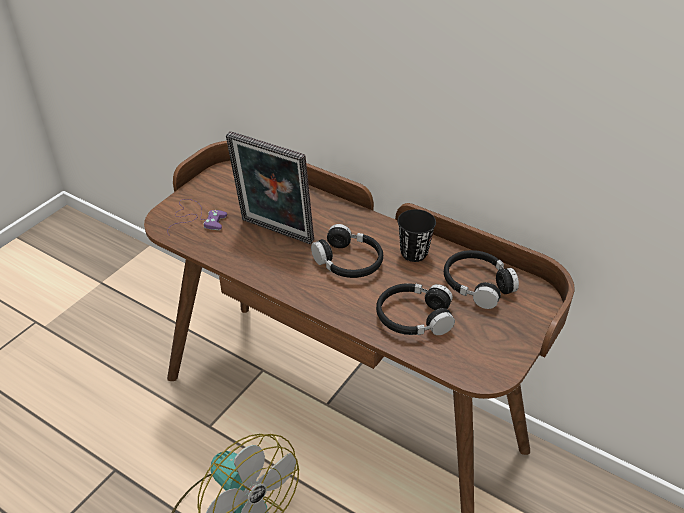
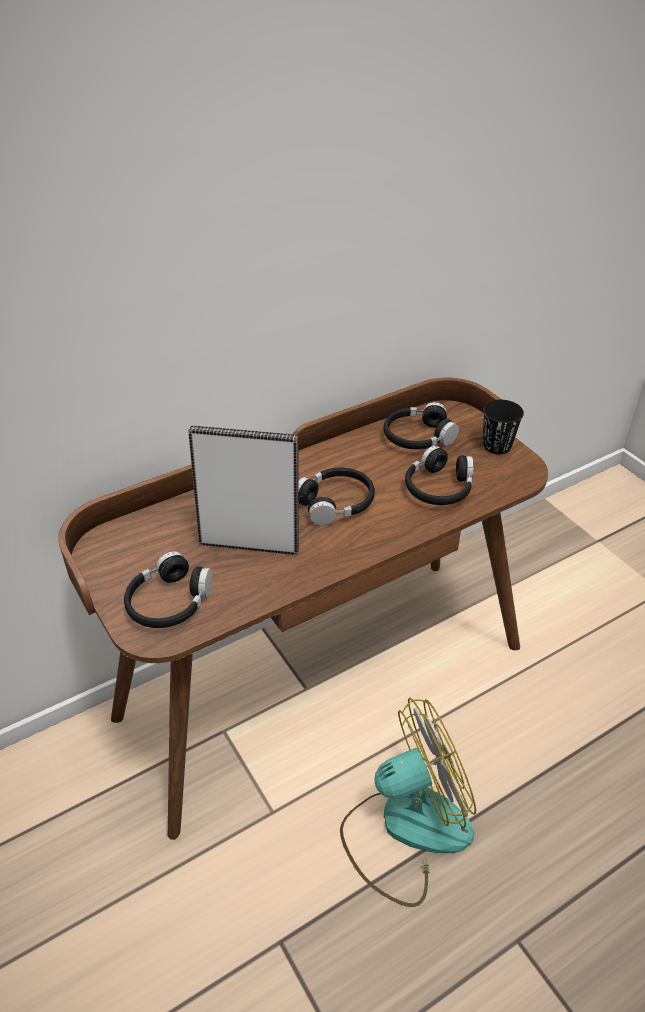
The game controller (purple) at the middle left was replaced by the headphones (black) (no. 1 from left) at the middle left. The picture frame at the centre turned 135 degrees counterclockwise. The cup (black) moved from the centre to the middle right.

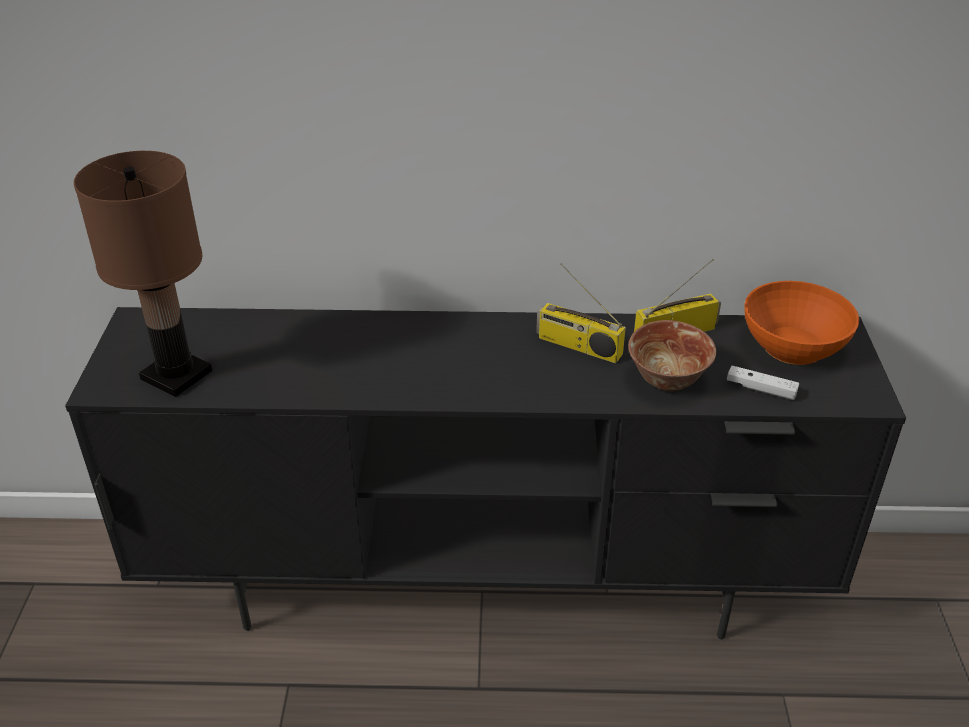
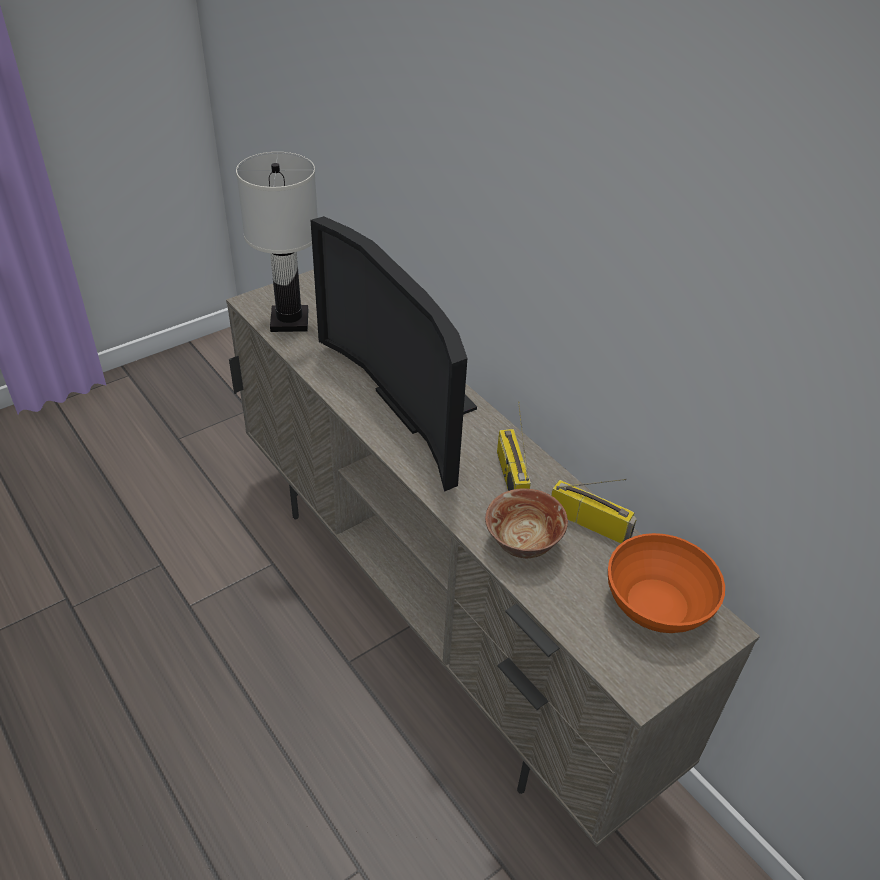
The tv stand (black) at the centre became the tv stand (beige) at the centre. The table lamp (brown) at the middle left became the table lamp (white) at the top left. The television at the centre appeared. The game controller (white) at the middle right disappeared.

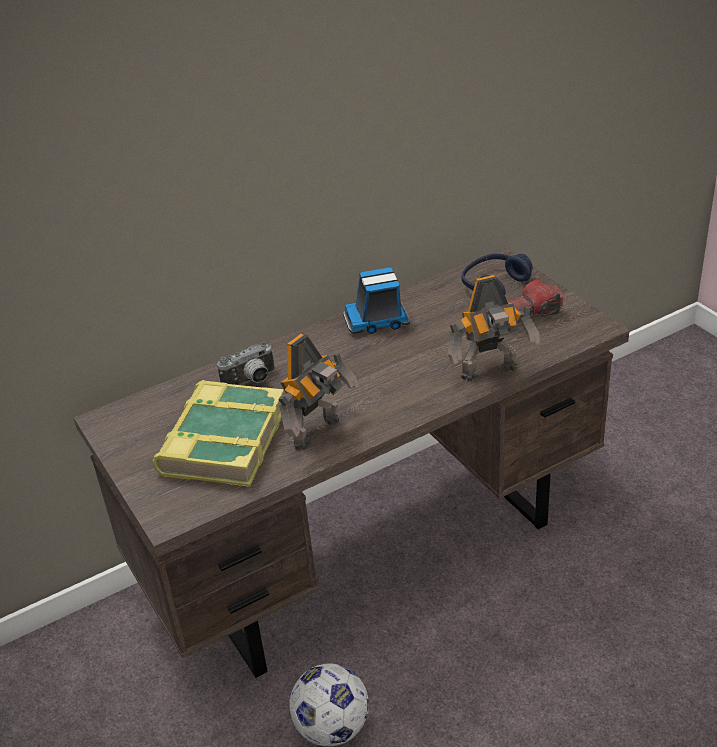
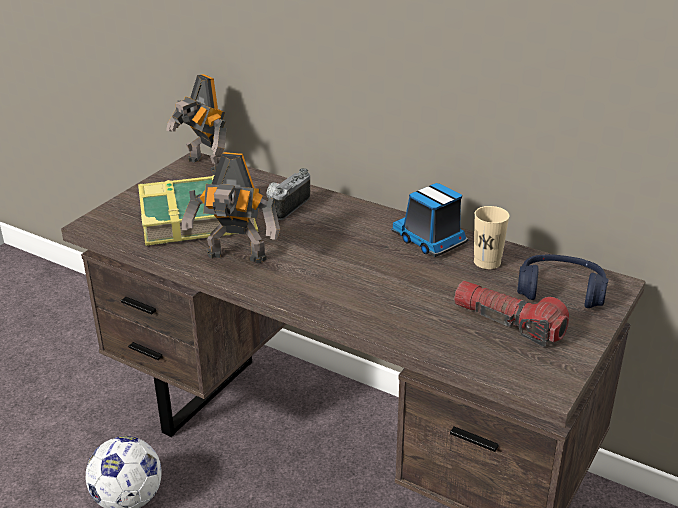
The toy robot (no. 2 from left in the first image) moved from the middle right to the top left. The photo camera at the centre turned 90 degrees clockwise. The cup (beige) at the middle right appeared.

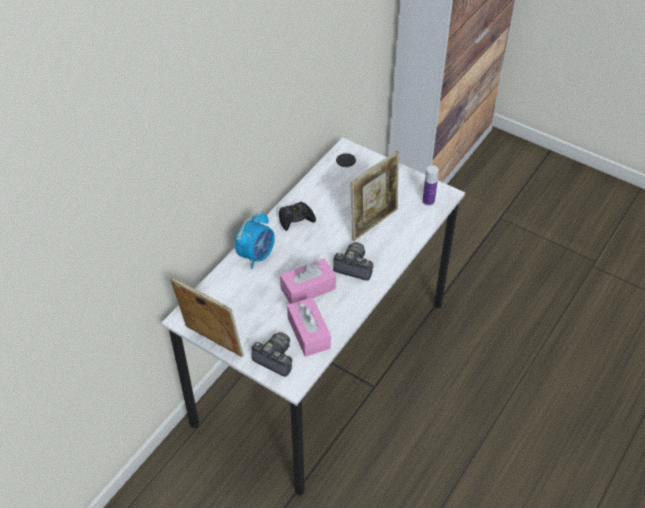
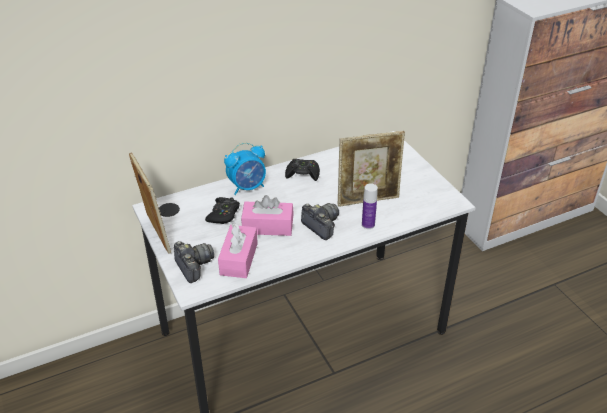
The game controller (black) (no. 1 from left) at the centre appeared. The bottle moved from the middle right to the centre.

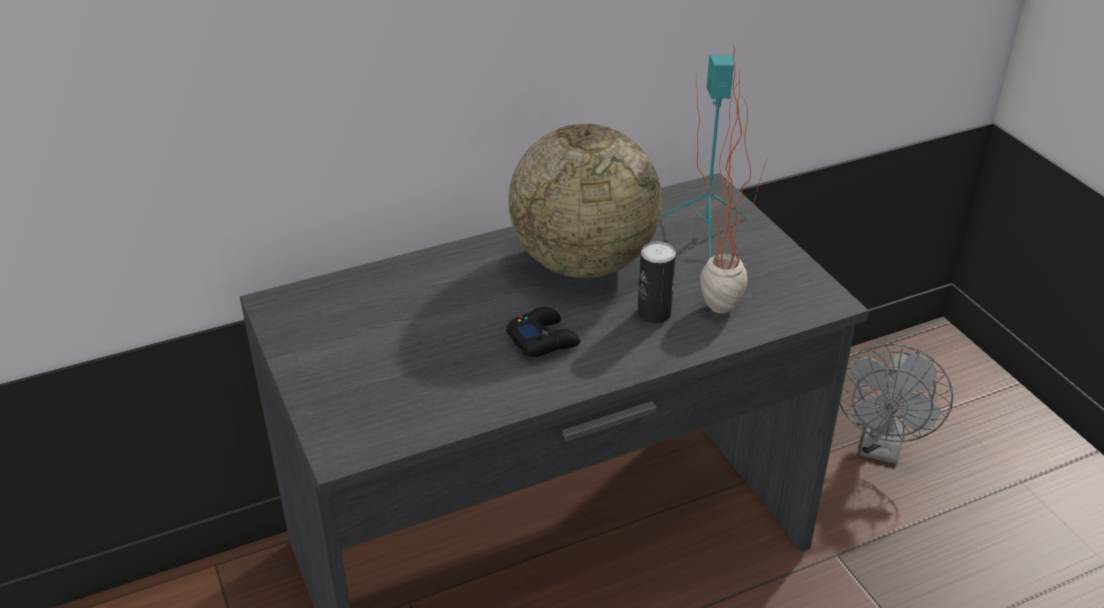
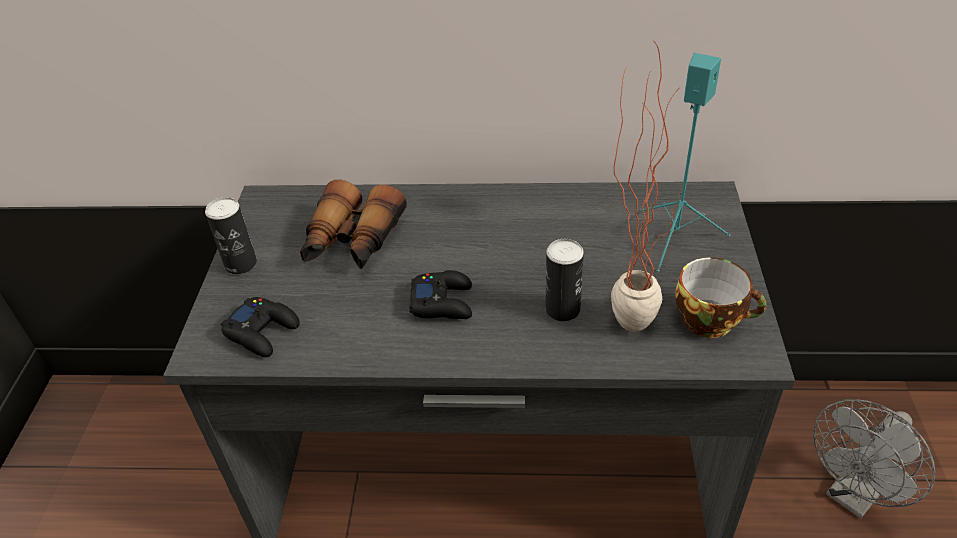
The can (no. 1 from left) at the middle left appeared. The game controller (black) (no. 1 from left) at the middle left appeared. The binoculars at the centre appeared. The cup at the middle right appeared. The globe at the top centre disappeared.

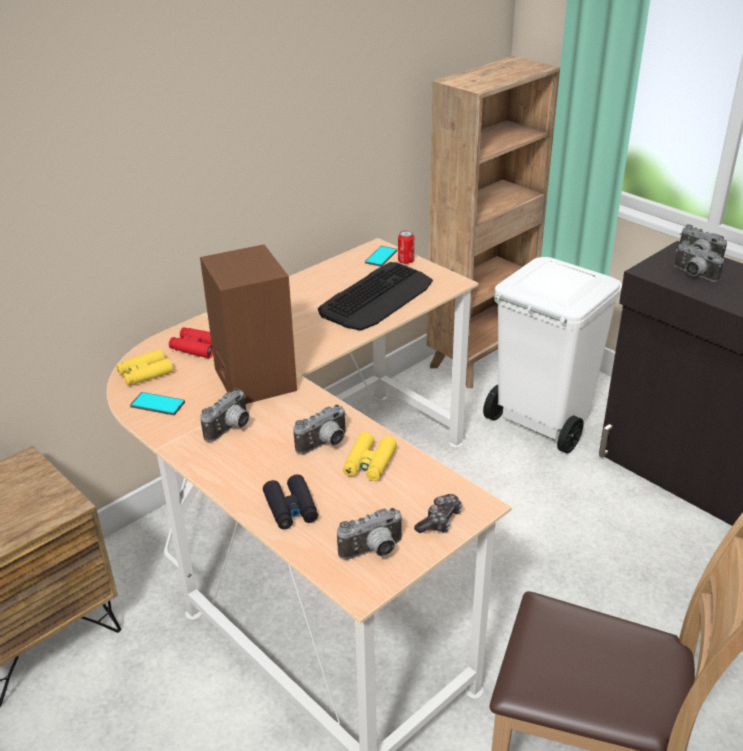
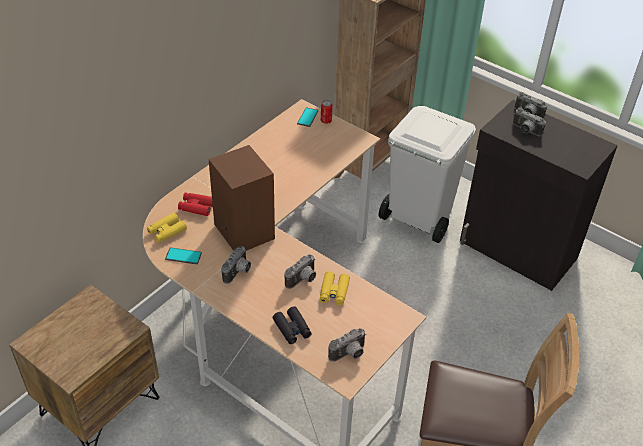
The keyboard at the centre disappeared. The game controller at the bottom centre disappeared.

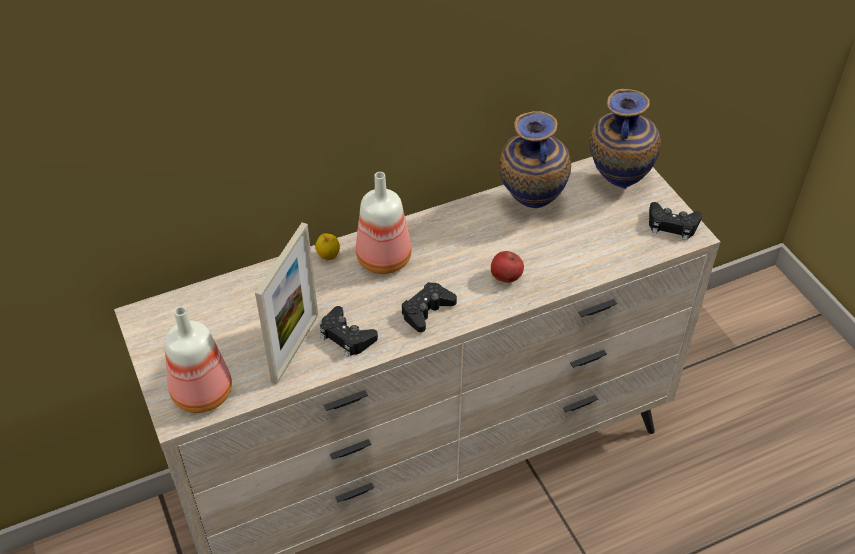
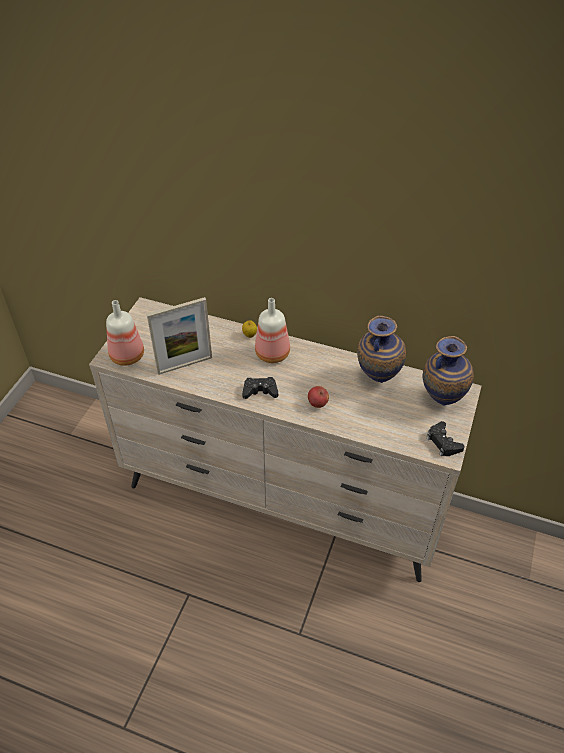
The game controller (black) (no. 1 from left) at the centre disappeared.

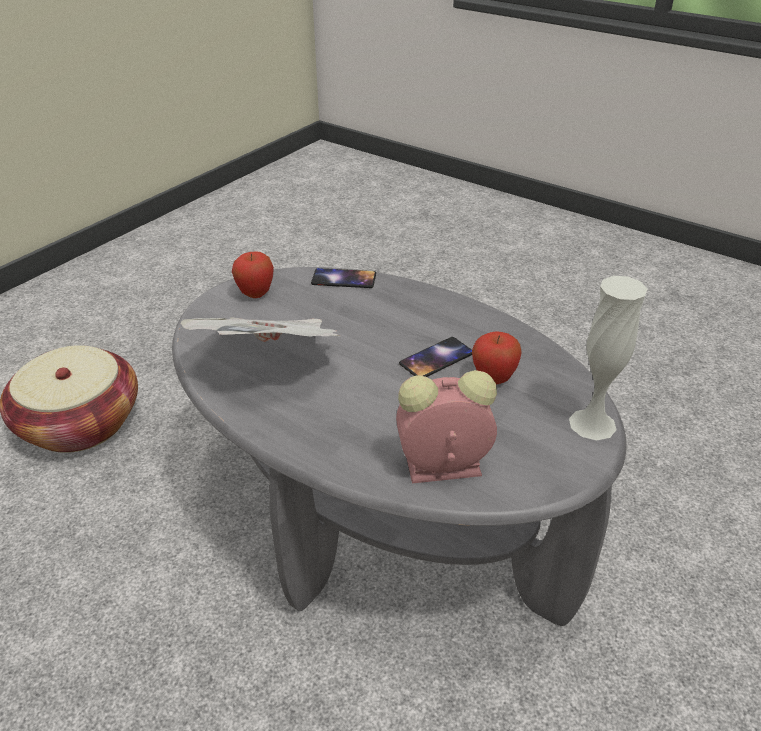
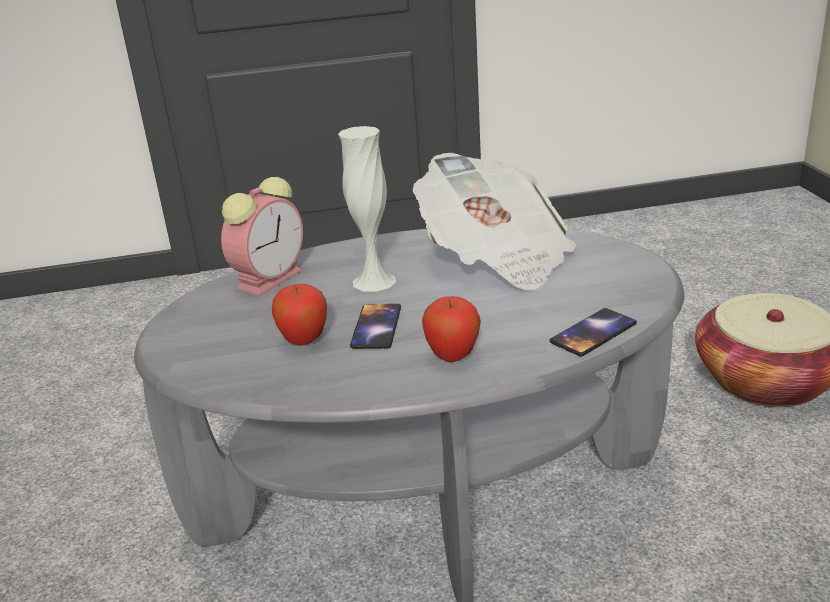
The vase (white) moved from the middle right to the centre. The apple (no. 1 from left in the first image) moved from the middle left to the centre.

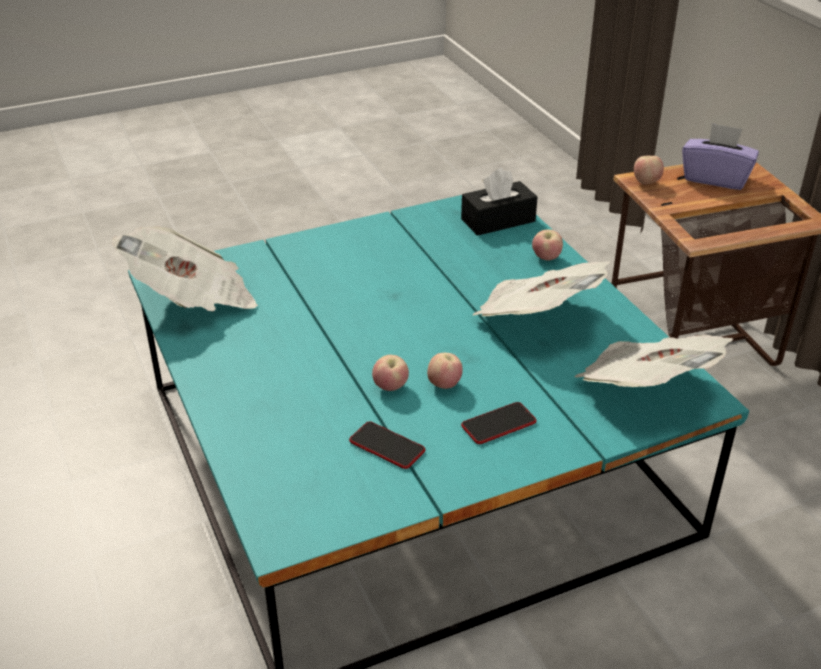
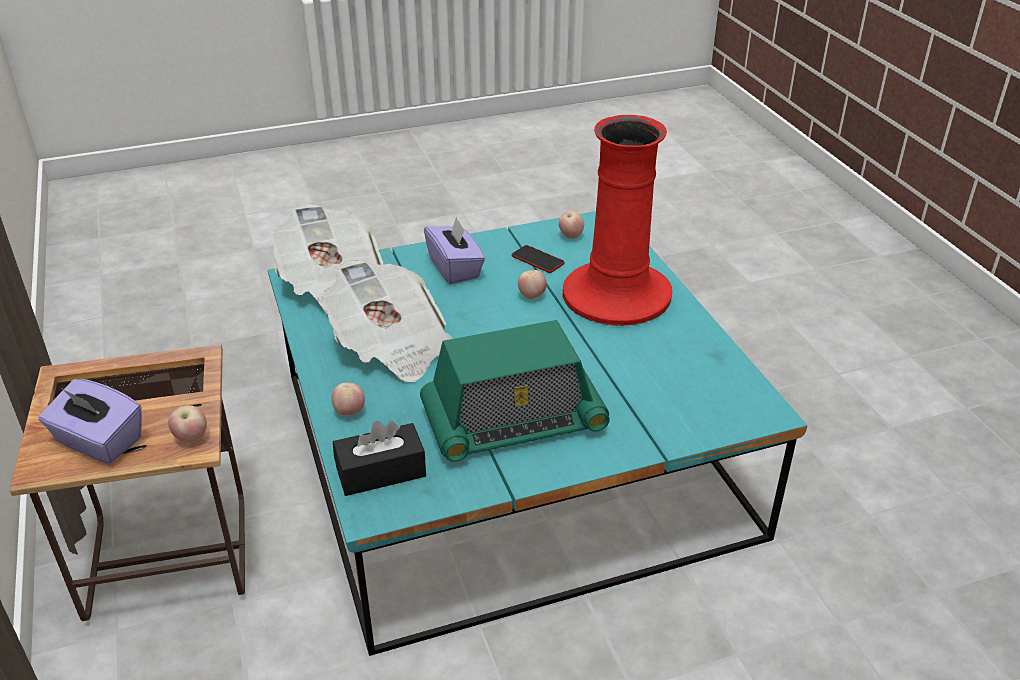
The radio at the centre appeared. The phone (no. 2 from left) at the centre was replaced by the tissue box (purple) (no. 2 from left) at the centre. The apple (no. 2 from left in the first image) moved from the centre to the top centre. The vase (red) at the top centre appeared. The newspaper (no. 1 from left) at the middle left disappeared.

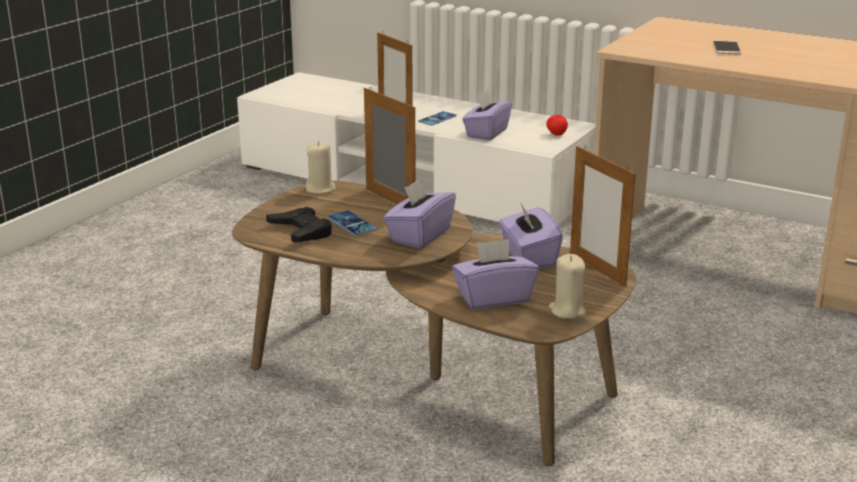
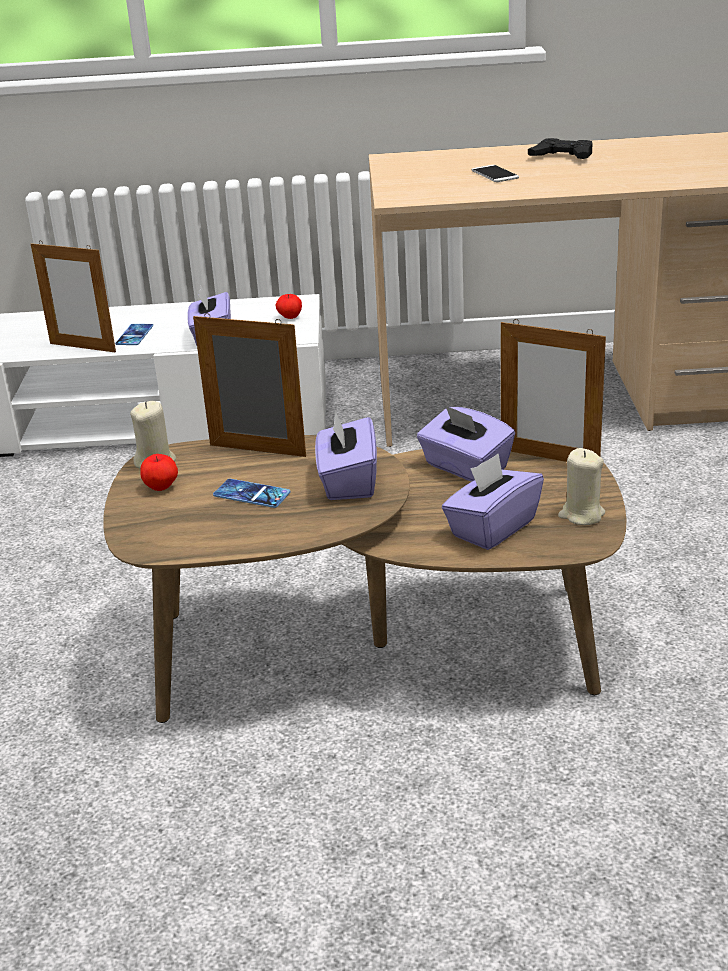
The apple (no. 1 from left) at the middle left appeared. The game controller (black) moved from the centre to the top right.

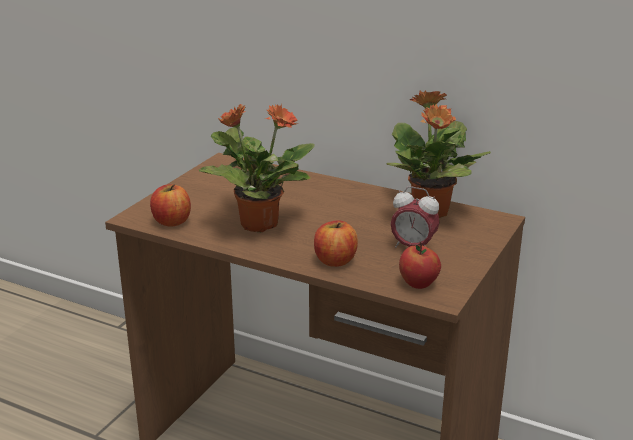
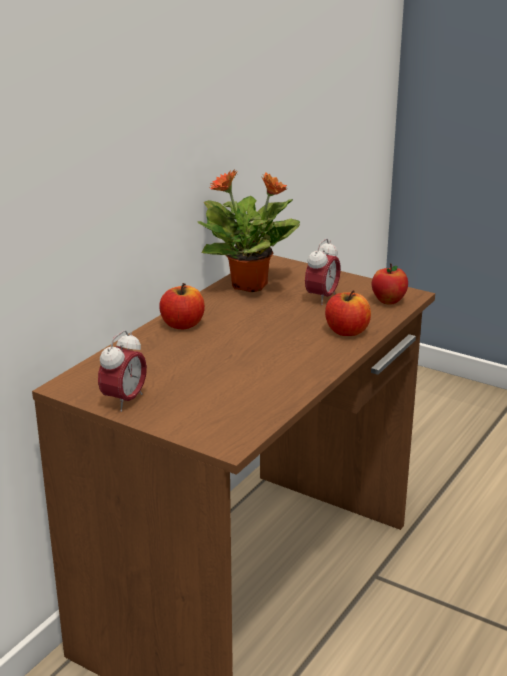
The alarm clock (no. 1 from left) at the middle left appeared. The apple (no. 1 from left) moved from the middle left to the centre. The potted plant (no. 1 from left) at the centre disappeared.

